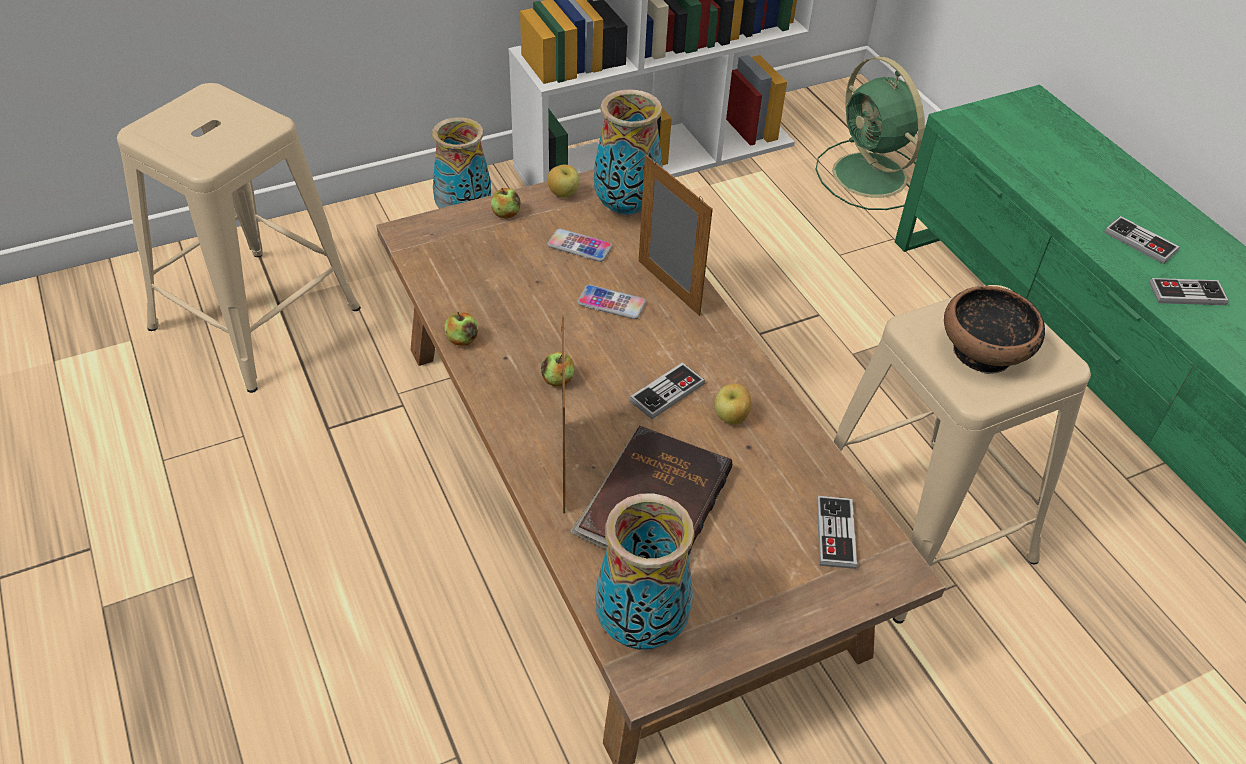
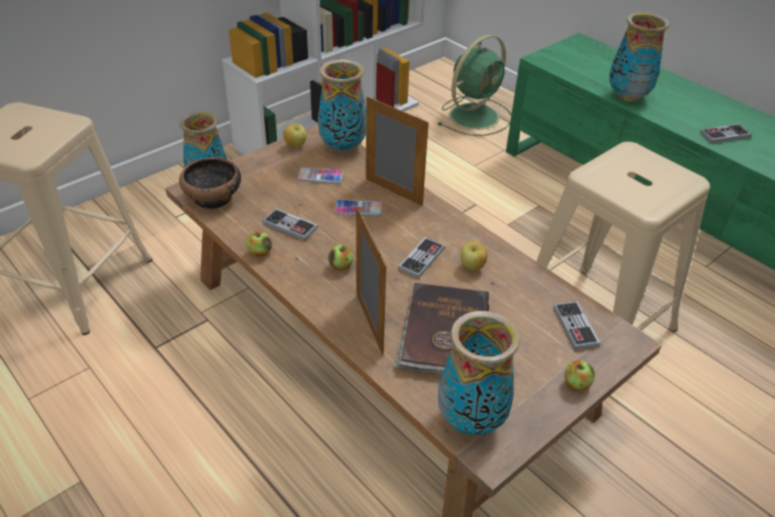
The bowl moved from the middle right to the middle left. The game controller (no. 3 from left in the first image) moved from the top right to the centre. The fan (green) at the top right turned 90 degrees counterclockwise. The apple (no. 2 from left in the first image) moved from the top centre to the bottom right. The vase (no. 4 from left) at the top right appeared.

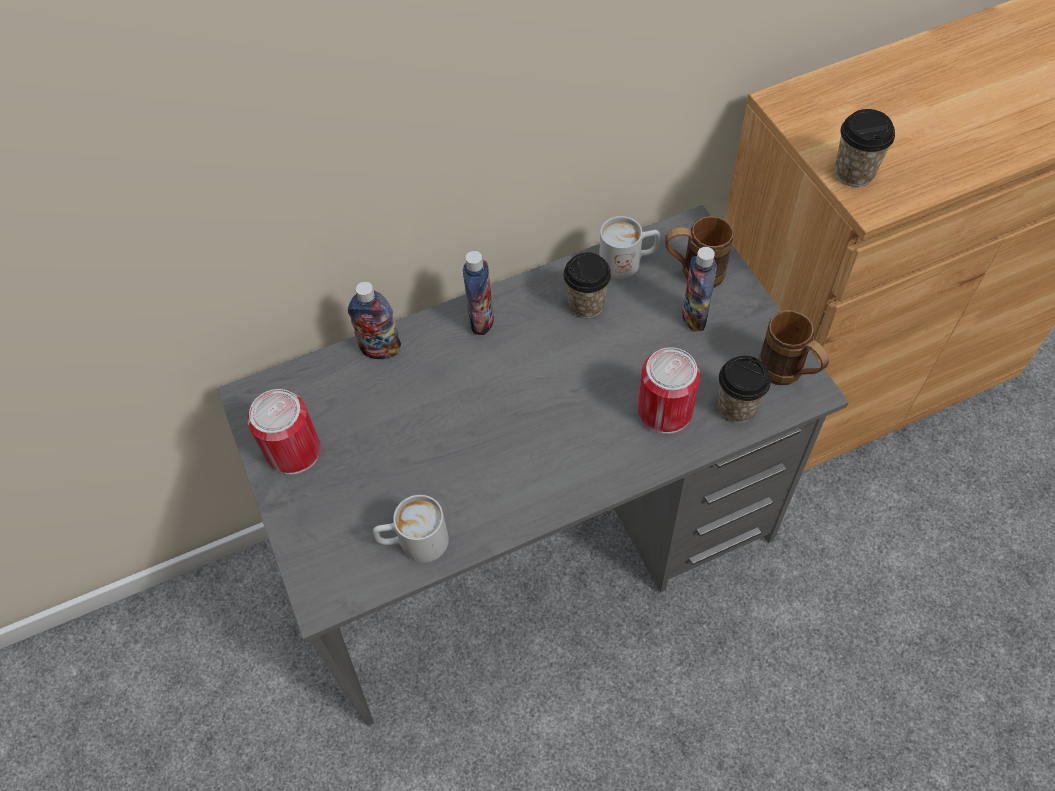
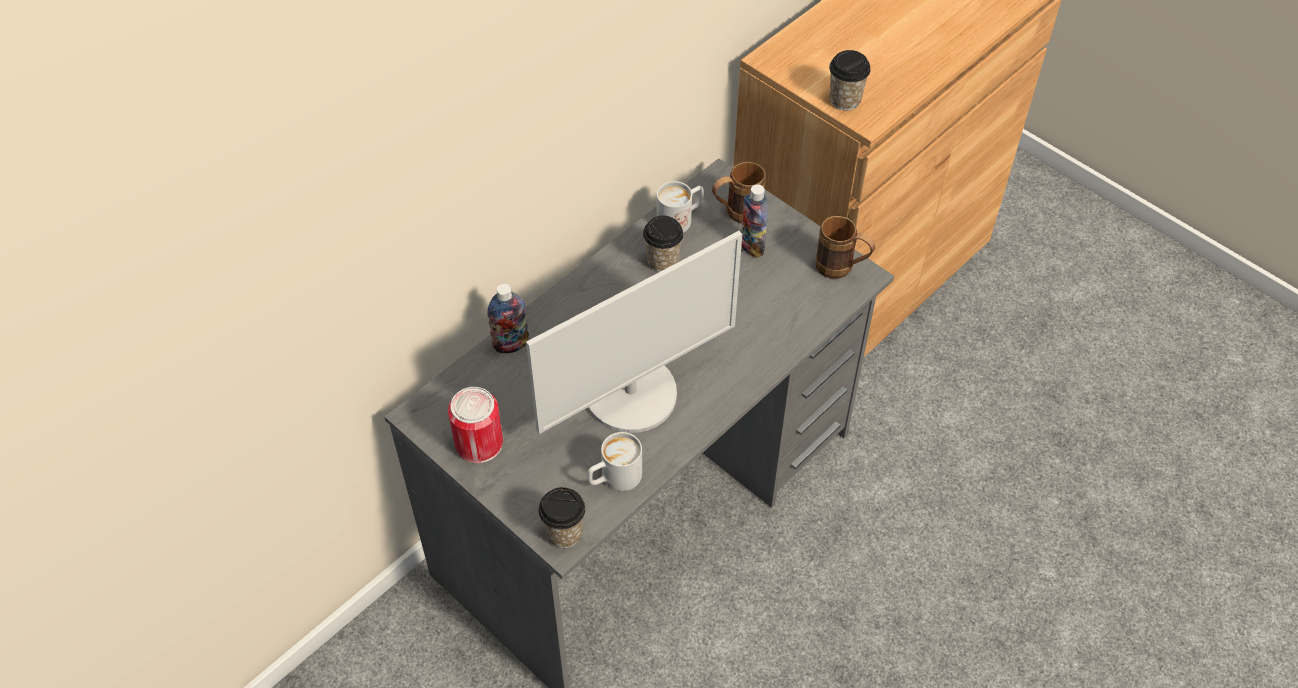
The monitor at the centre appeared. The cup (no. 2 from left in the first image) moved from the middle right to the bottom centre. The bottle (no. 2 from left) at the centre disappeared. The can (no. 2 from left) at the centre disappeared.

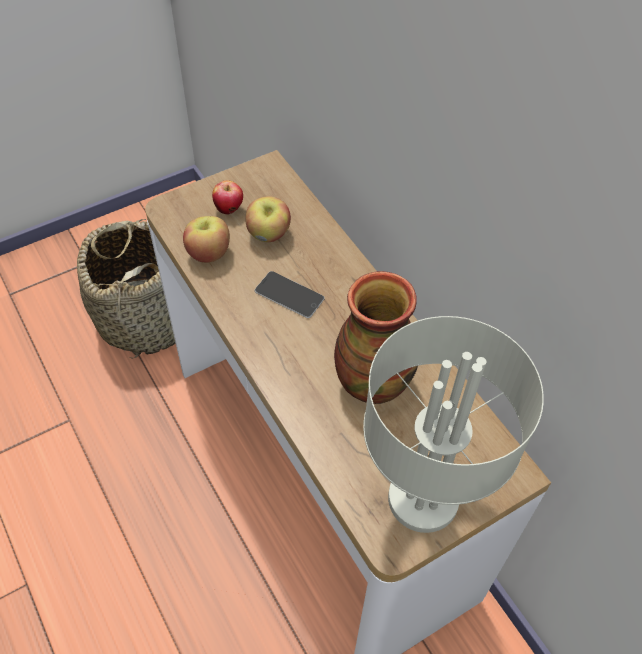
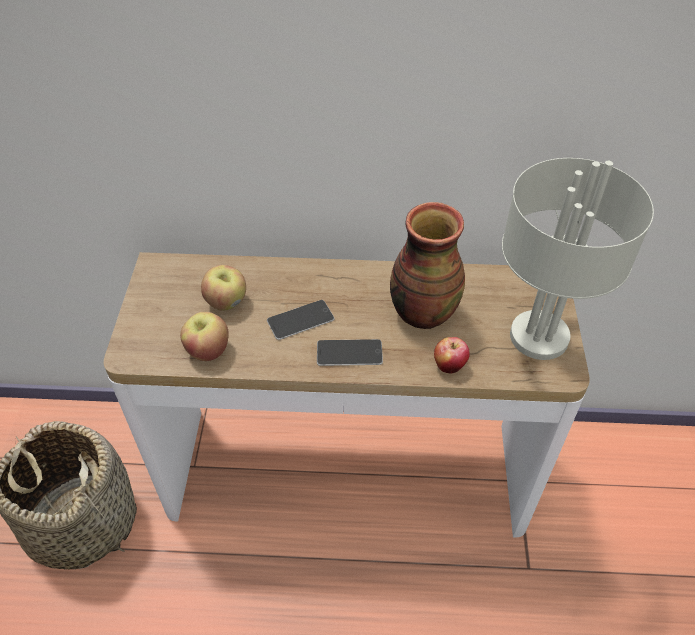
The phone (no. 2 from left) at the centre appeared. The apple (no. 2 from left in the first image) moved from the top centre to the centre.

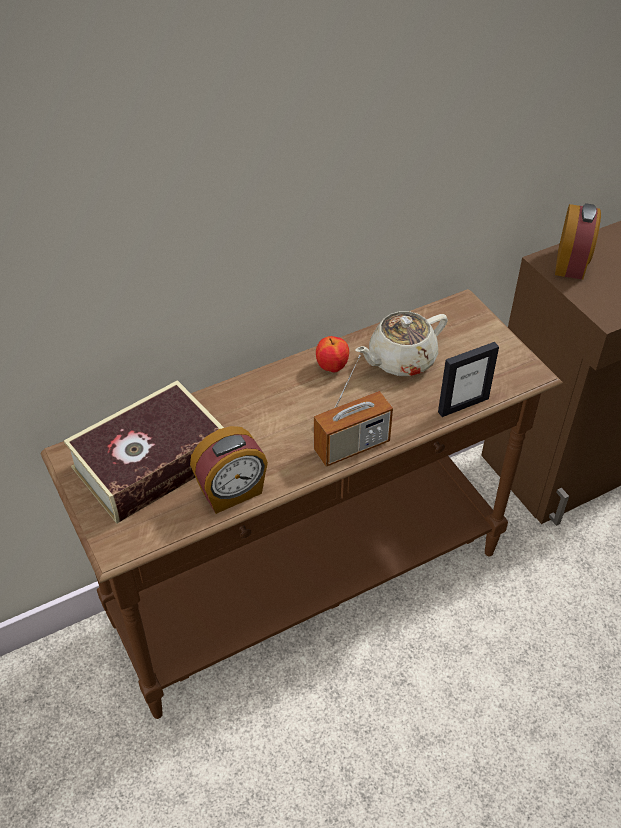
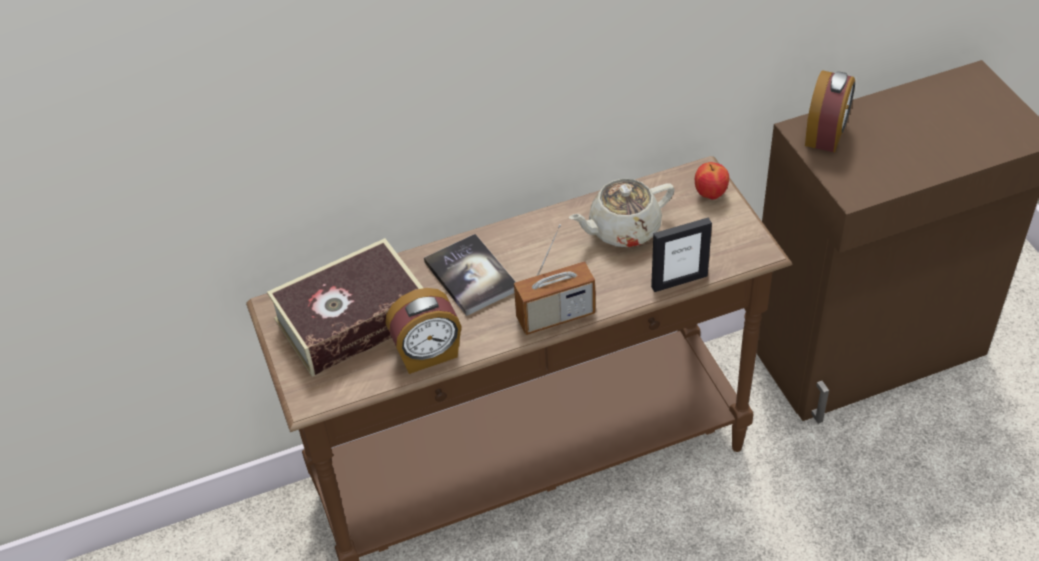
The book (no. 2 from left) at the centre appeared. The apple moved from the centre to the top right.

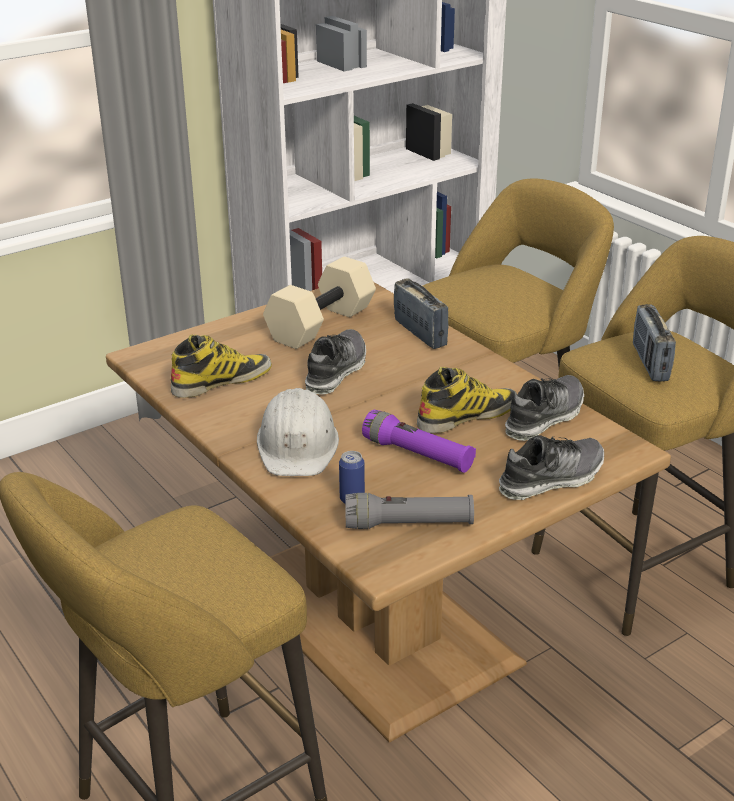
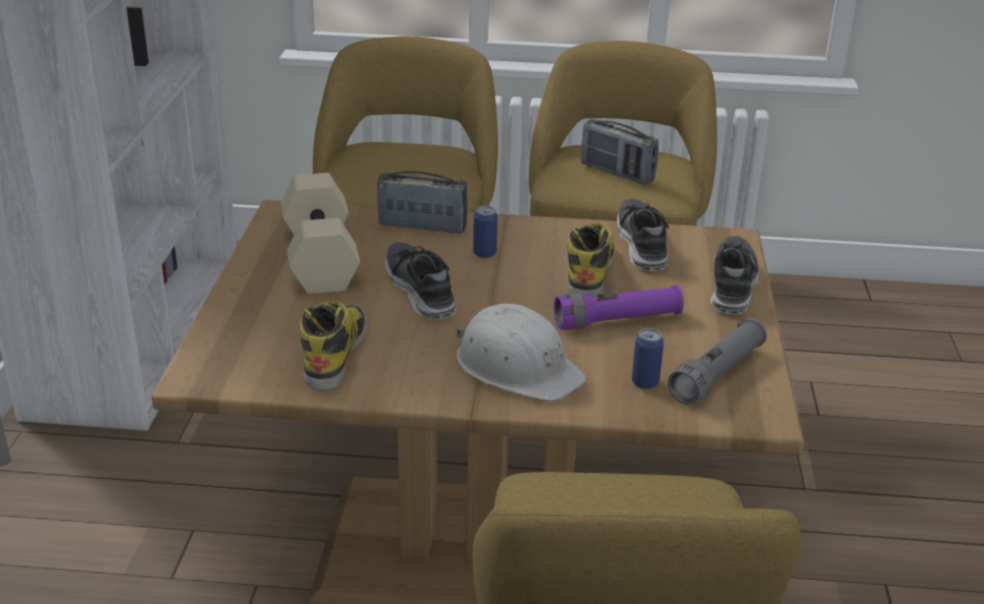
The can (no. 1 from left) at the centre appeared.

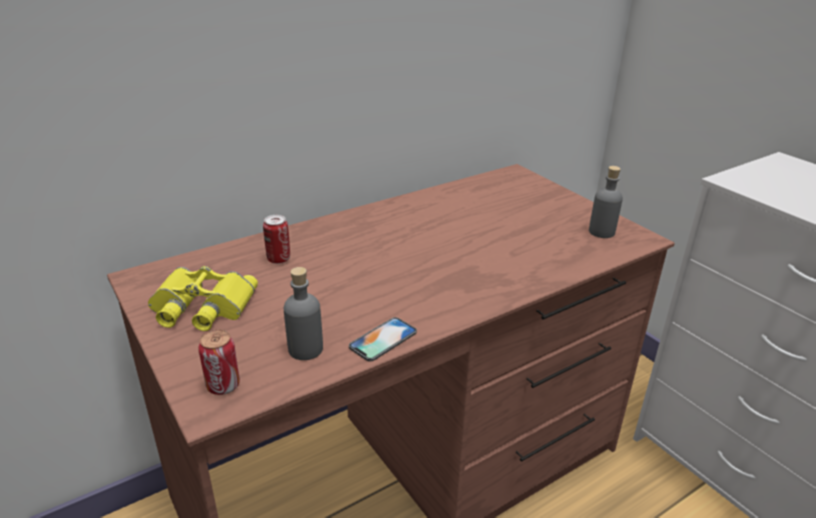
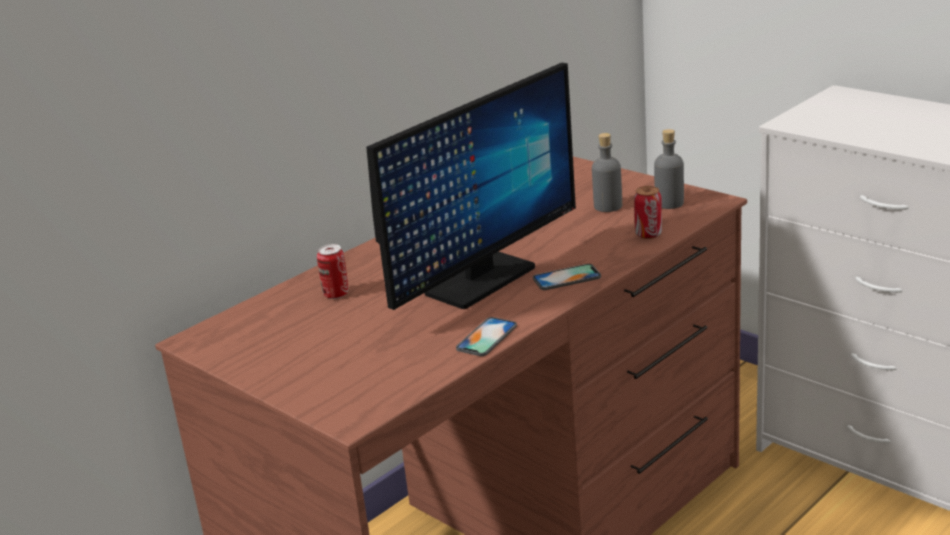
The monitor at the centre appeared. The phone (no. 2 from left) at the centre appeared. The bottle (grey) (no. 1 from left) moved from the centre to the top centre. The can (no. 1 from left in the first image) moved from the bottom left to the middle right. The binoculars (yellow) at the middle left disappeared.

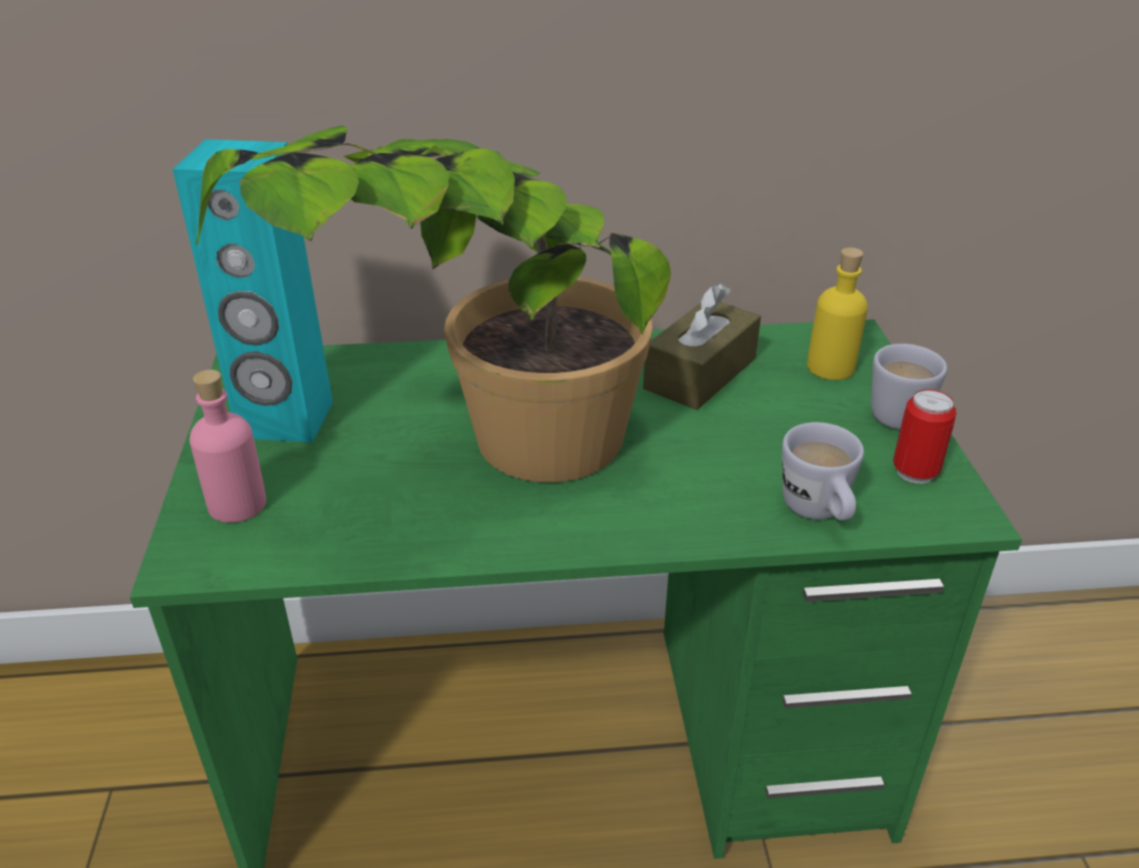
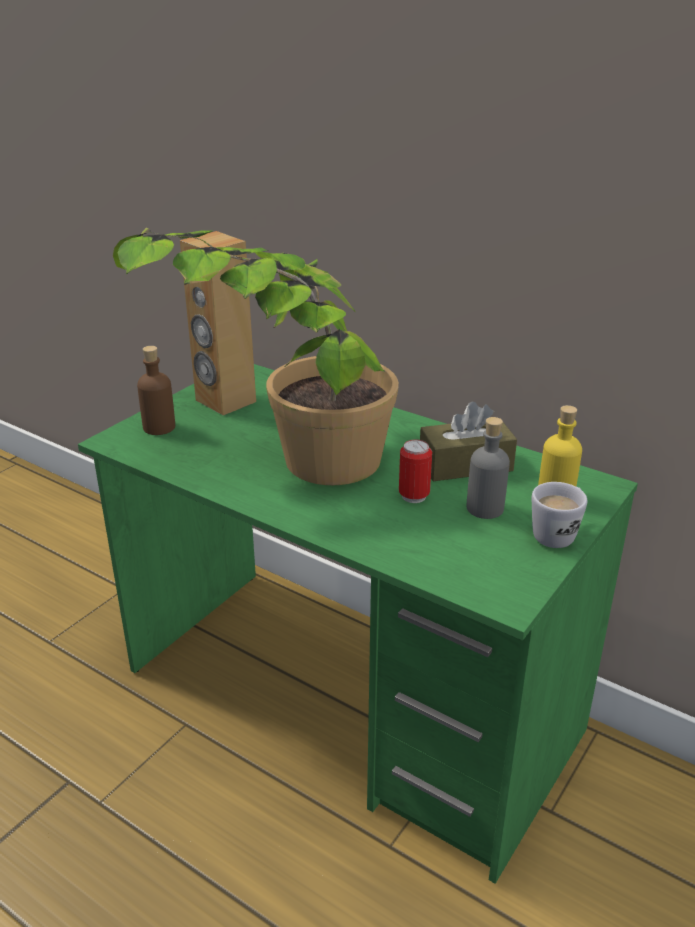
The bottle (pink) at the middle left became the bottle (brown) at the middle left. The speaker (turquoise) at the middle left became the speaker (brown) at the middle left. The can moved from the middle right to the centre. The bottle (grey) at the middle right appeared. The mug (white) (no. 1 from left) at the middle right disappeared.

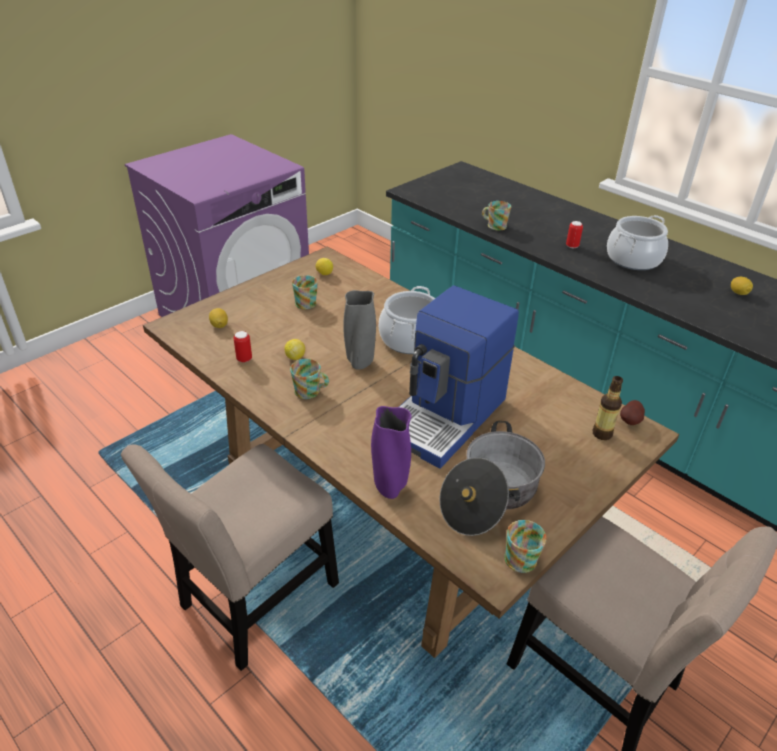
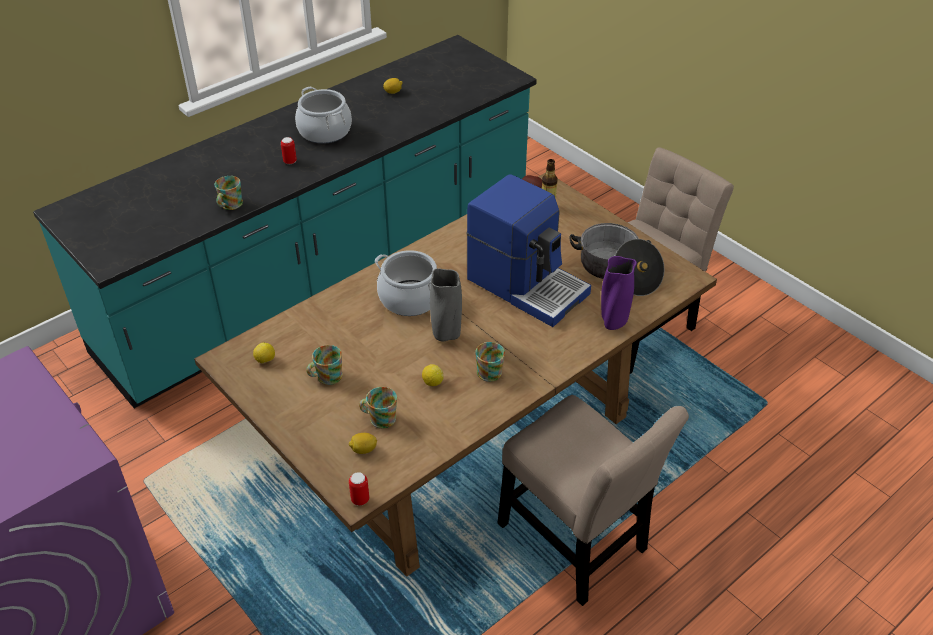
The can (no. 1 from left in the first image) moved from the middle left to the bottom centre. The mug (no. 4 from left in the first image) moved from the bottom right to the centre.

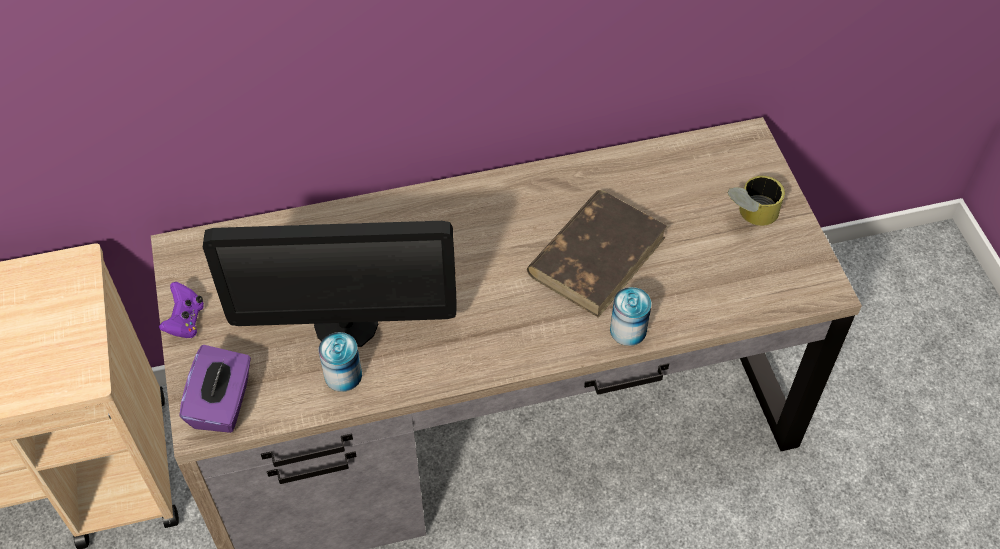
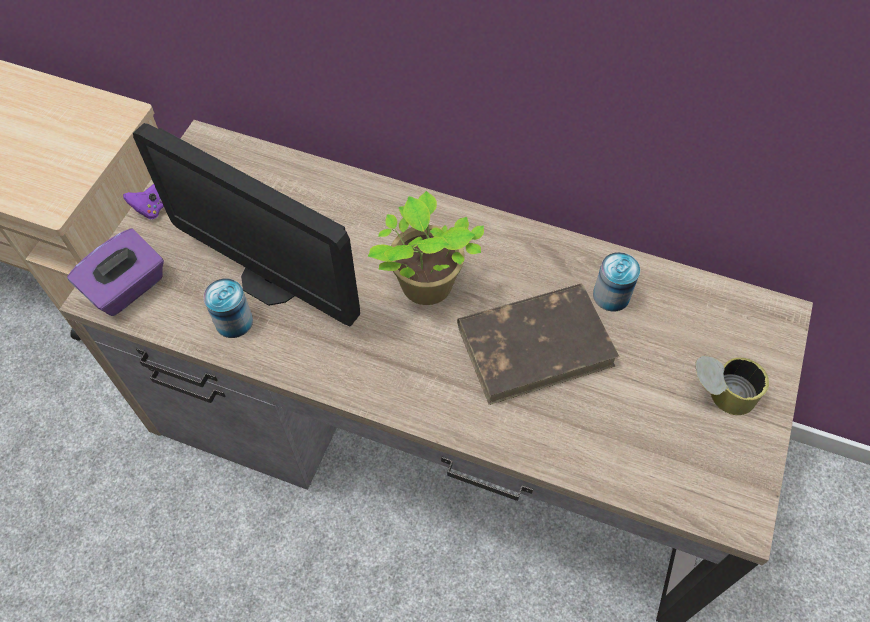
The potted plant at the centre appeared. The can (no. 2 from left) moved from the centre to the middle right.

